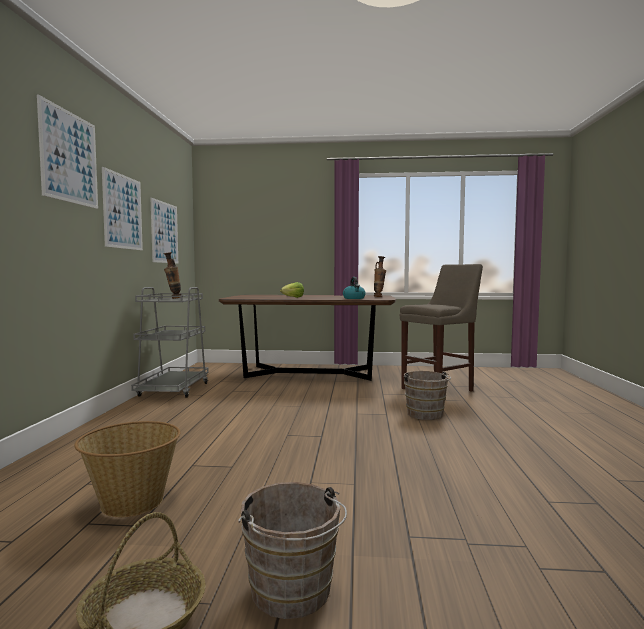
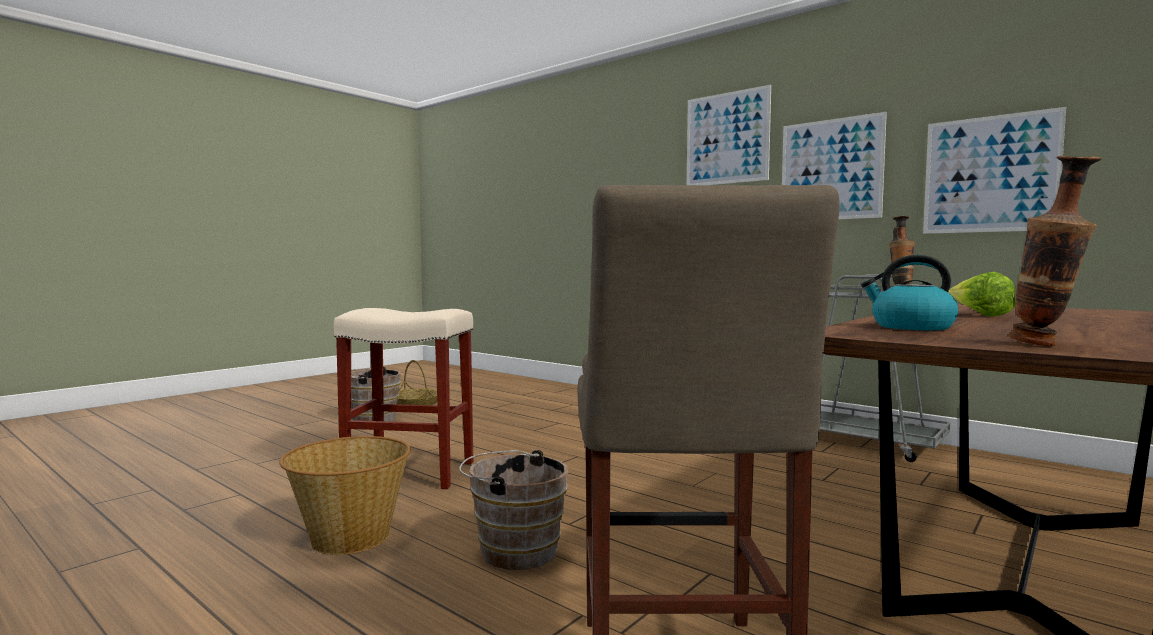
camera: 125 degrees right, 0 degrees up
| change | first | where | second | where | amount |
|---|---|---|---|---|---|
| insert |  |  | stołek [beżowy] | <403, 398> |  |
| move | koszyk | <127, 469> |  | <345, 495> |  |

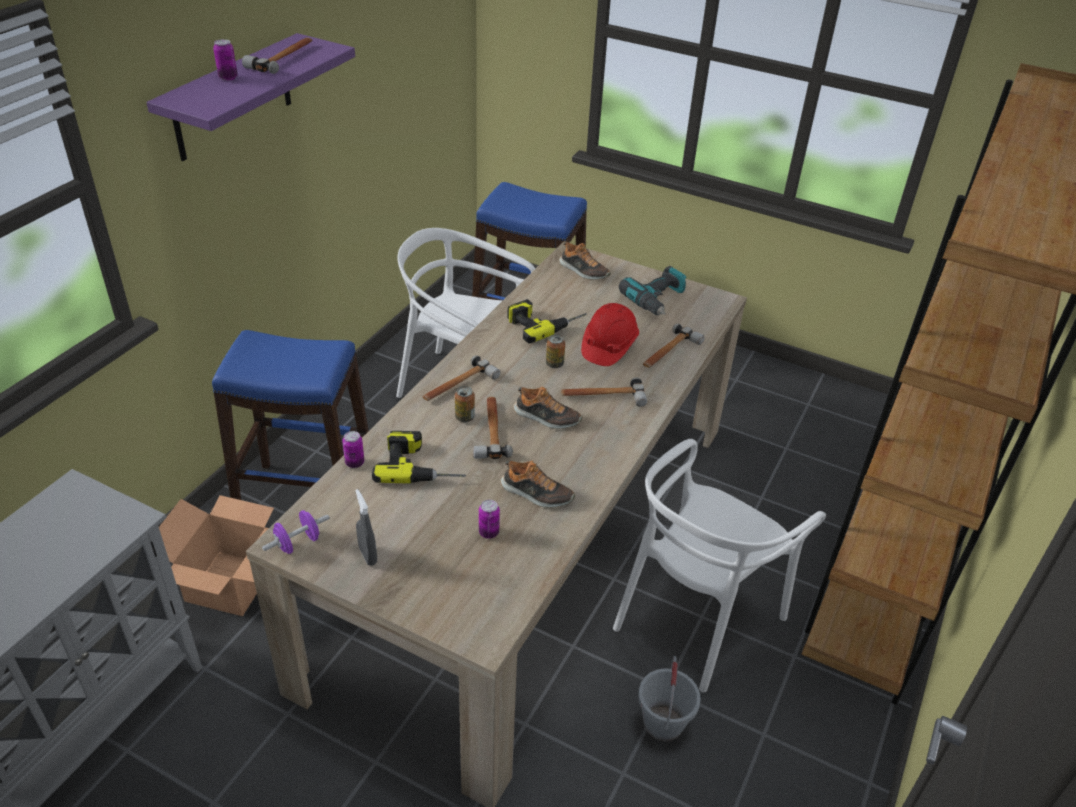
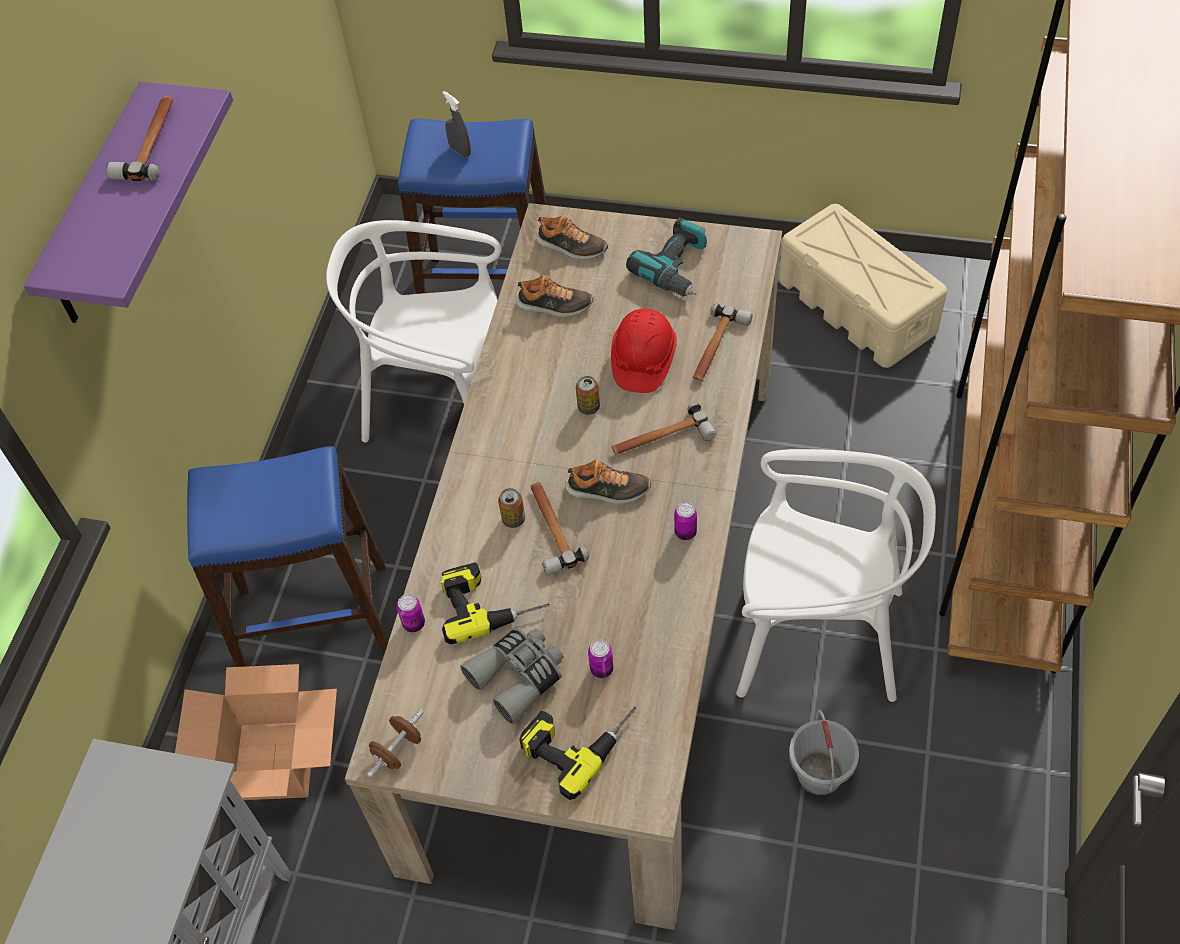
camera: 10 degrees left, 15 degrees up
| change | first | where | second | where | amount |
|---|---|---|---|---|---|
| delete | młotek | <461, 378> |  |  |  |
| insert |  |  | lornetka [szary] | <512, 676> |  |
| insert |  |  | pojemnik do przechowywania [beżowy] | <863, 286> |  |
| move | puszka | <225, 60> |  | <685, 521> |  |
| move | spryskiwacz [szary] | <366, 527> |  | <456, 124> |  |
| move | but | <538, 484> |  | <555, 296> |  |
| move | wiertarka | <547, 321> |  | <577, 753> |  |
| recolor | hantel [fioletowy] | <296, 532> | hantel [brązowy] | <395, 743> |  |
| rotate | krzesło [biały] | <719, 566> |  | <836, 575> | 105 degrees counterclockwise |

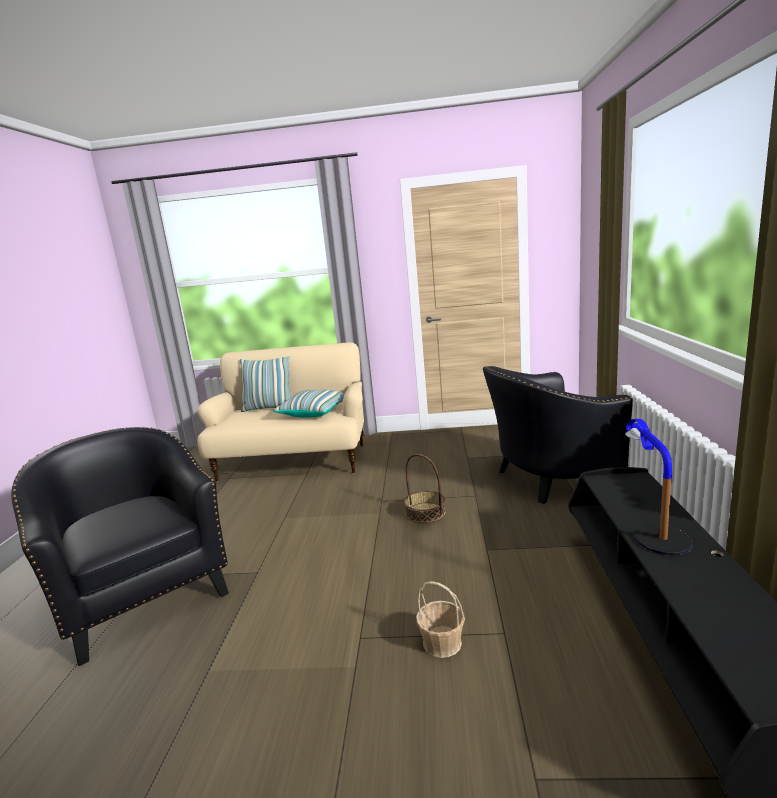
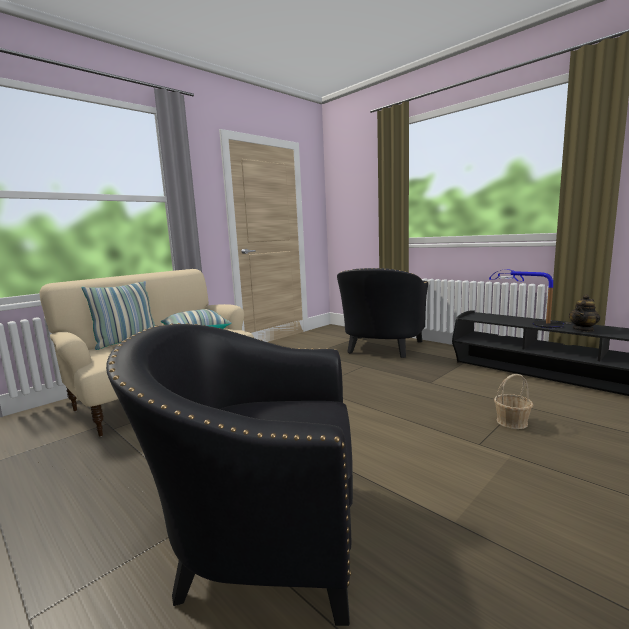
camera: 50 degrees left, 5 degrees down
| change | first | where | second | where | amount |
|---|---|---|---|---|---|
| delete | koszyk | <425, 488> |  |  |  |
| insert |  |  | imbryk | <584, 313> |  |

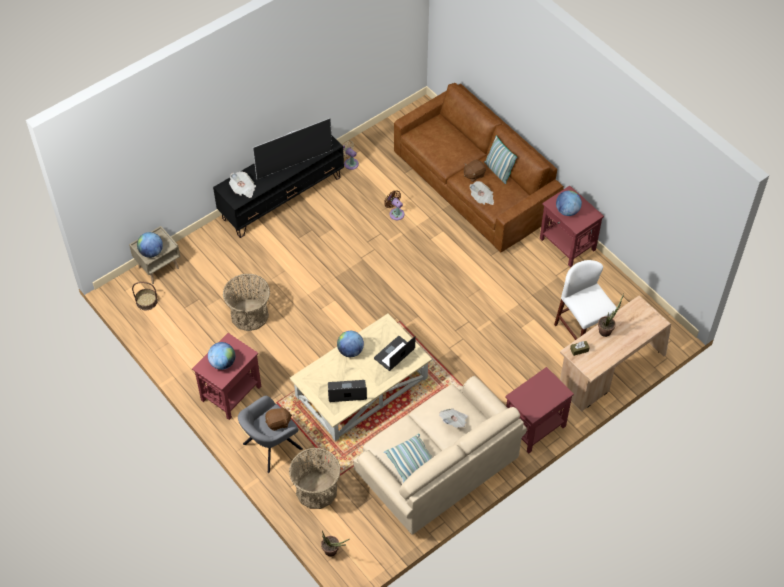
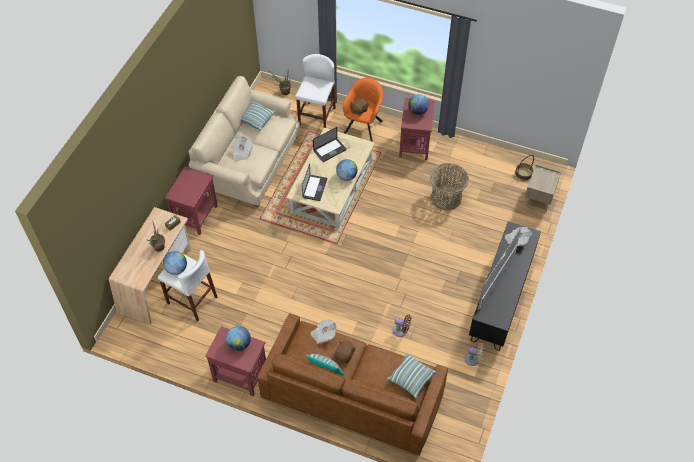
camera: 150 degrees right, 0 degrees up
| change | first | where | second | where | amount |
|---|---|---|---|---|---|
| insert |  |  | poduszka | <412, 376> |  |
| move | globus | <150, 245> |  | <175, 263> |  |
| replace | koszyk | <315, 478> | stołek [biały] | <315, 91> |  |
| recolor | fotel [szary] | <270, 434> | fotel [pomarańczowy] | <363, 110> |  |

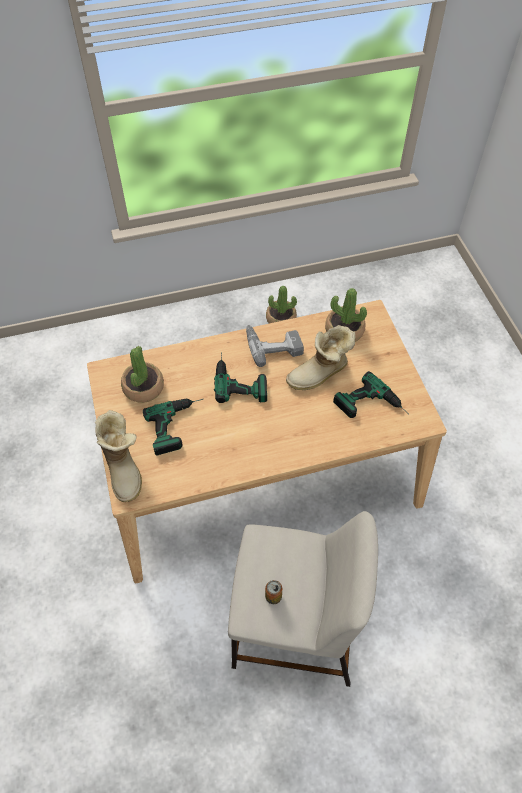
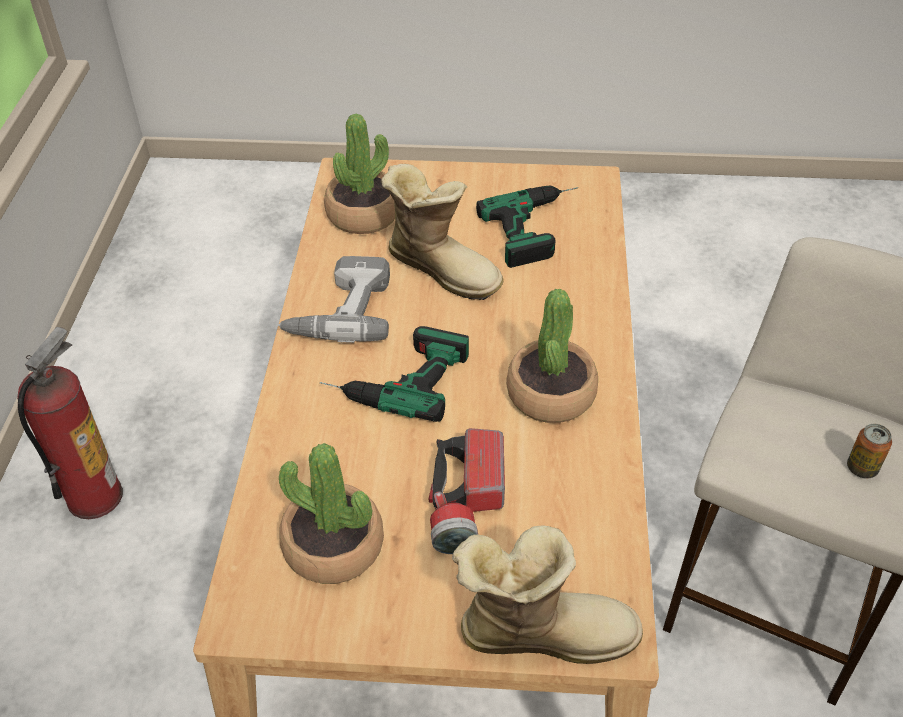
camera: 70 degrees left, 10 degrees down
| change | first | where | second | where | amount |
|---|---|---|---|---|---|
| insert |  |  | gaśnica | <70, 423> |  |
| move | roślina doniczkowa | <281, 305> |  | <552, 356> |  |
| replace | wiertarka | <173, 427> | latarka | <467, 491> |  |
| rotate | but z cholewką | <321, 357> |  | <442, 232> | 45 degrees counterclockwise |

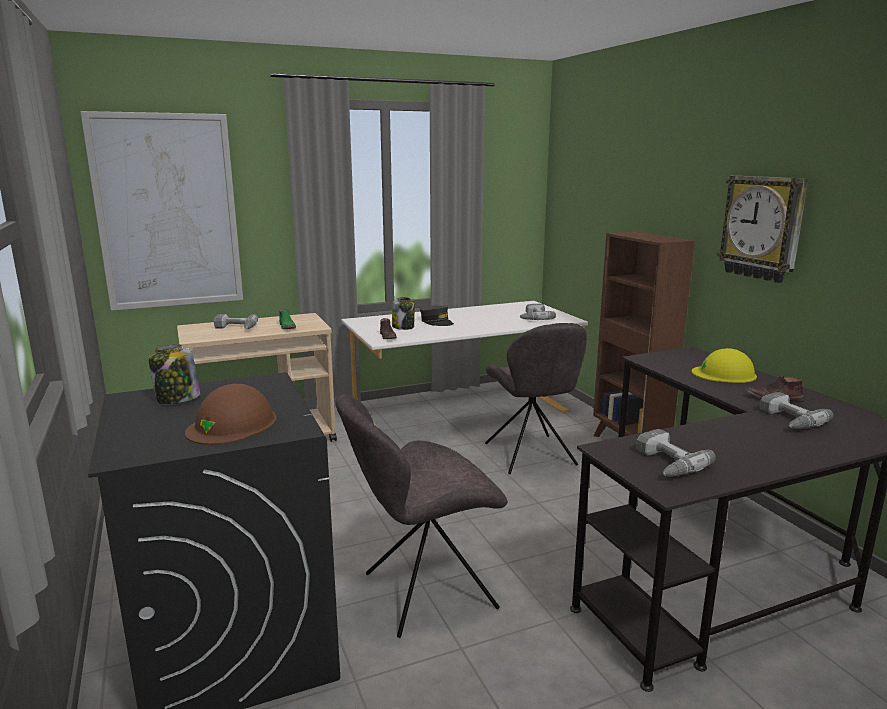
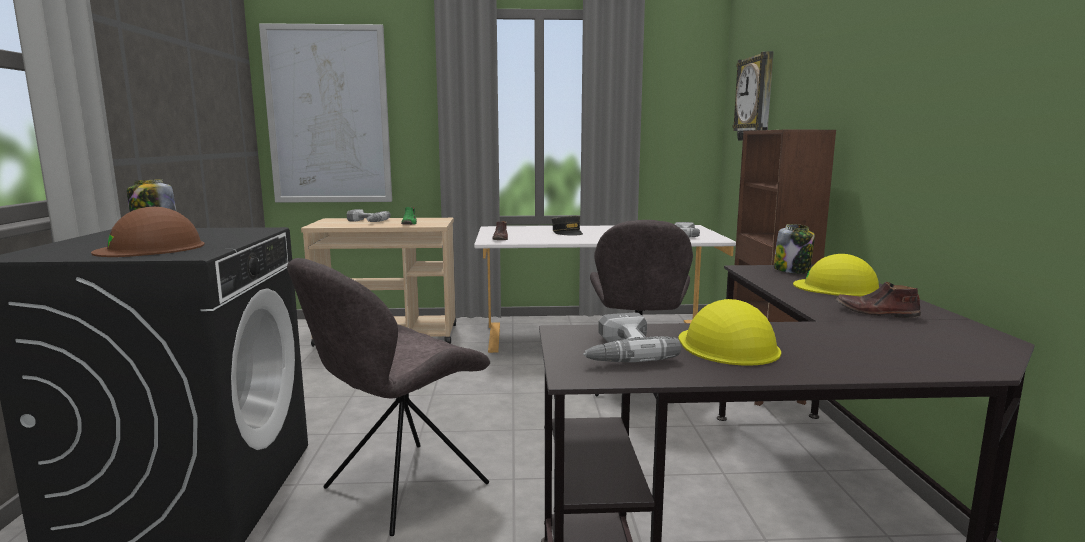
camera: 20 degrees right, 5 degrees down
| change | first | where | second | where | amount |
|---|---|---|---|---|---|
| delete | wiertarka | <796, 410> |  |  |  |
| insert |  |  | kask [żółty] | <729, 332> |  |
| move | słoik | <403, 313> |  | <794, 249> |  |
| move | zegar ścienny | <762, 229> |  | <753, 96> |  |
| rotate | krzesło [szary] | <421, 516> |  | <388, 397> | 45 degrees counterclockwise |

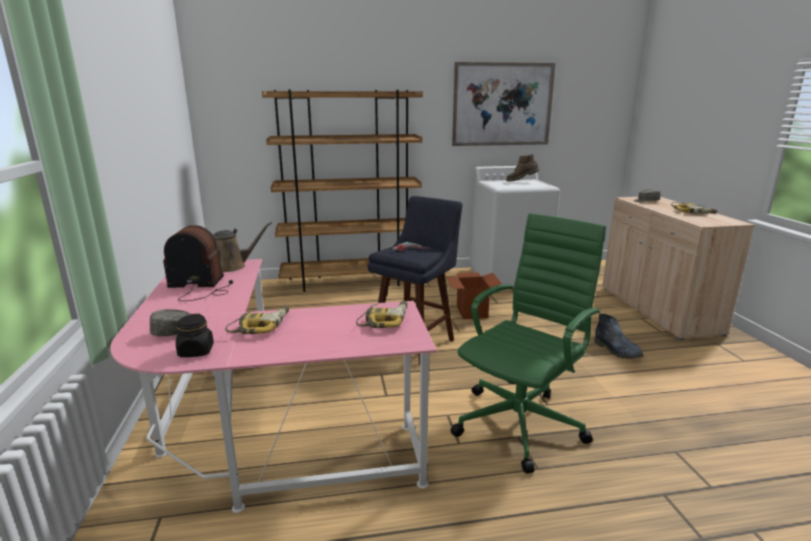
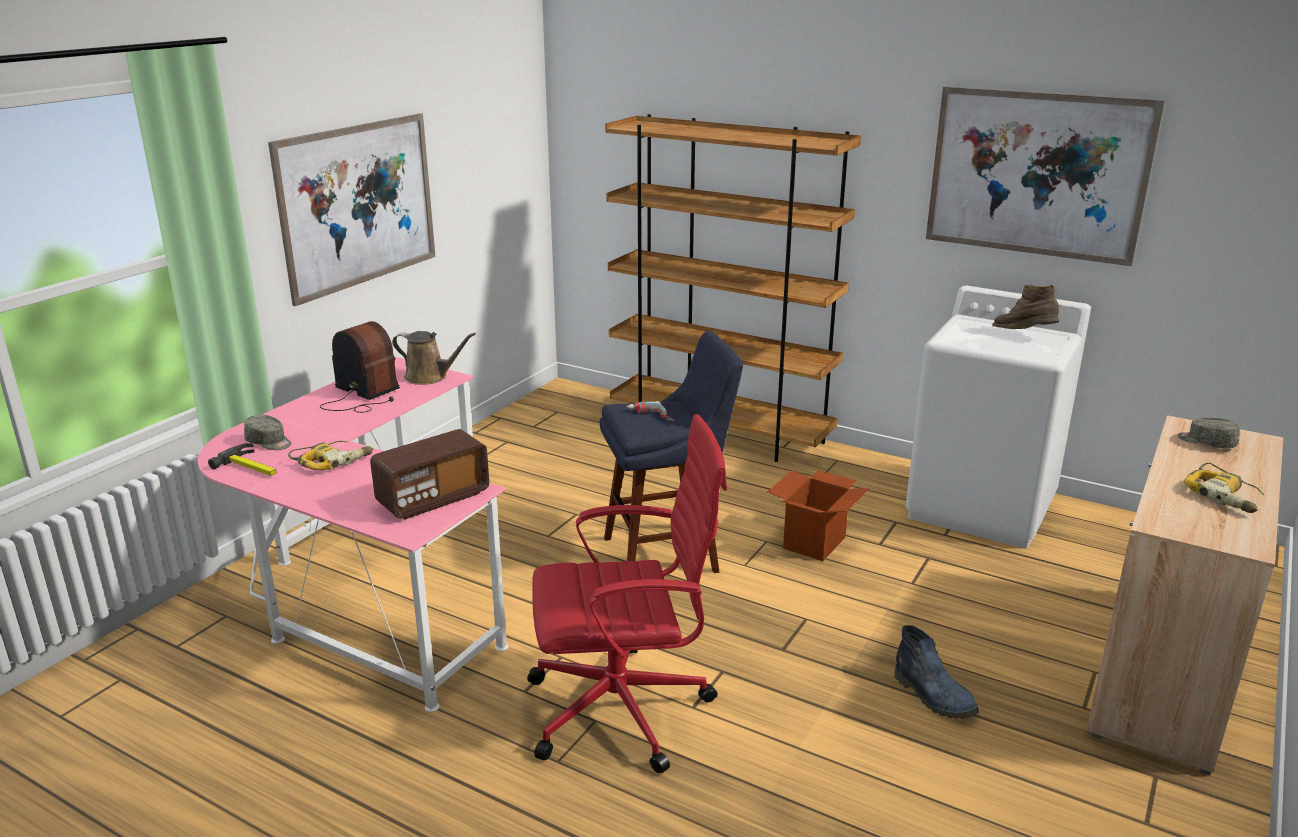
camera: 40 degrees right, 5 degrees up
| change | first | where | second | where | amount |
|---|---|---|---|---|---|
| insert |  |  | obraz | <351, 209> |  |
| replace | słoik [czarny] | <195, 335> | młotek | <242, 459> |  |
| replace | wiertarka | <382, 314> | radio | <429, 474> |  |
| recolor | krzesło biurowe [zielony] | <528, 343> | krzesło biurowe [czerwony] | <627, 593> |  |
| rotate | but z cholewką | <618, 336> |  | <936, 672> | 45 degrees counterclockwise |

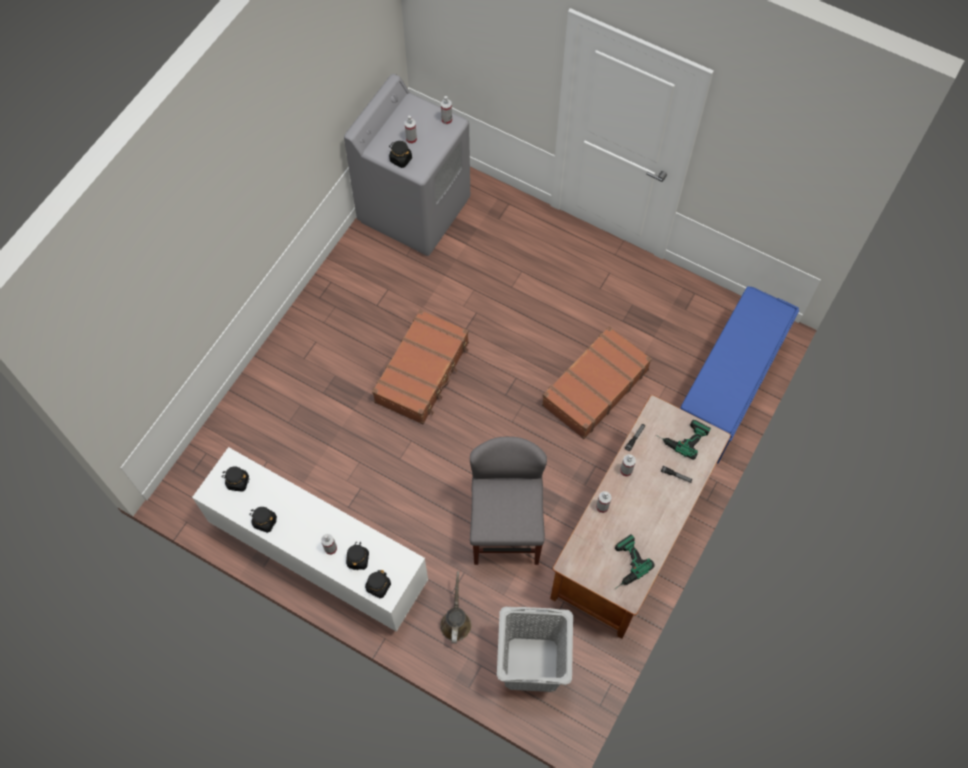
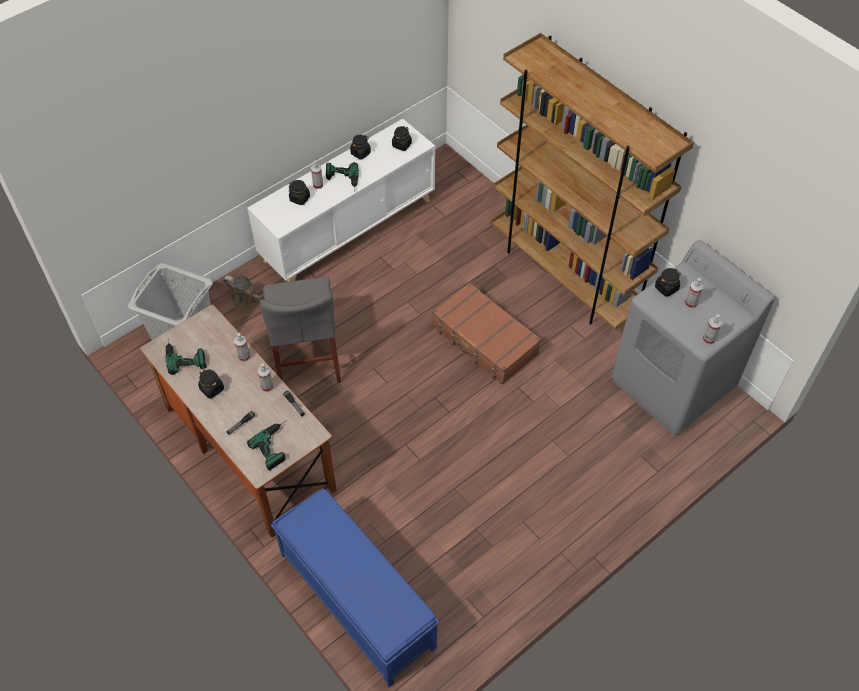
camera: 110 degrees right, 10 degrees down
| change | first | where | second | where | amount |
|---|---|---|---|---|---|
| delete | walizka [brązowy] | <597, 382> |  |  |  |
| insert |  |  | wiertarka | <342, 176> |  |
| insert |  |  | regał [brązowy] | <592, 181> |  |
| move | słoik [czarny] | <378, 584> |  | <211, 383> |  |
| rotate | krzesło [szary] | <508, 500> |  | <300, 330> | 60 degrees clockwise |

